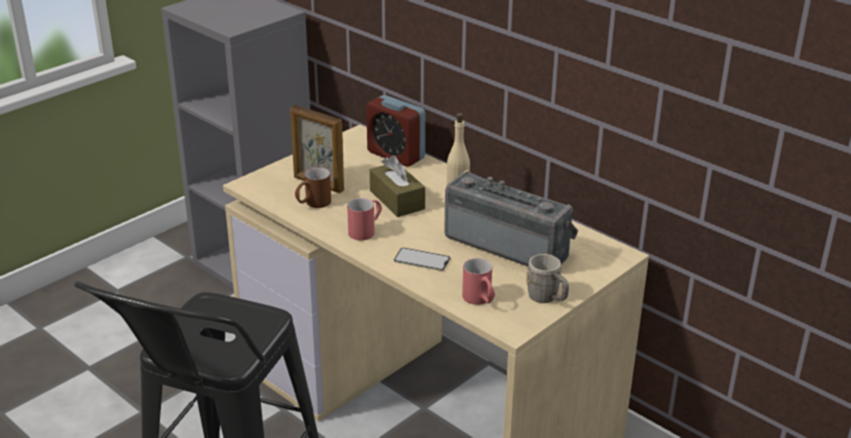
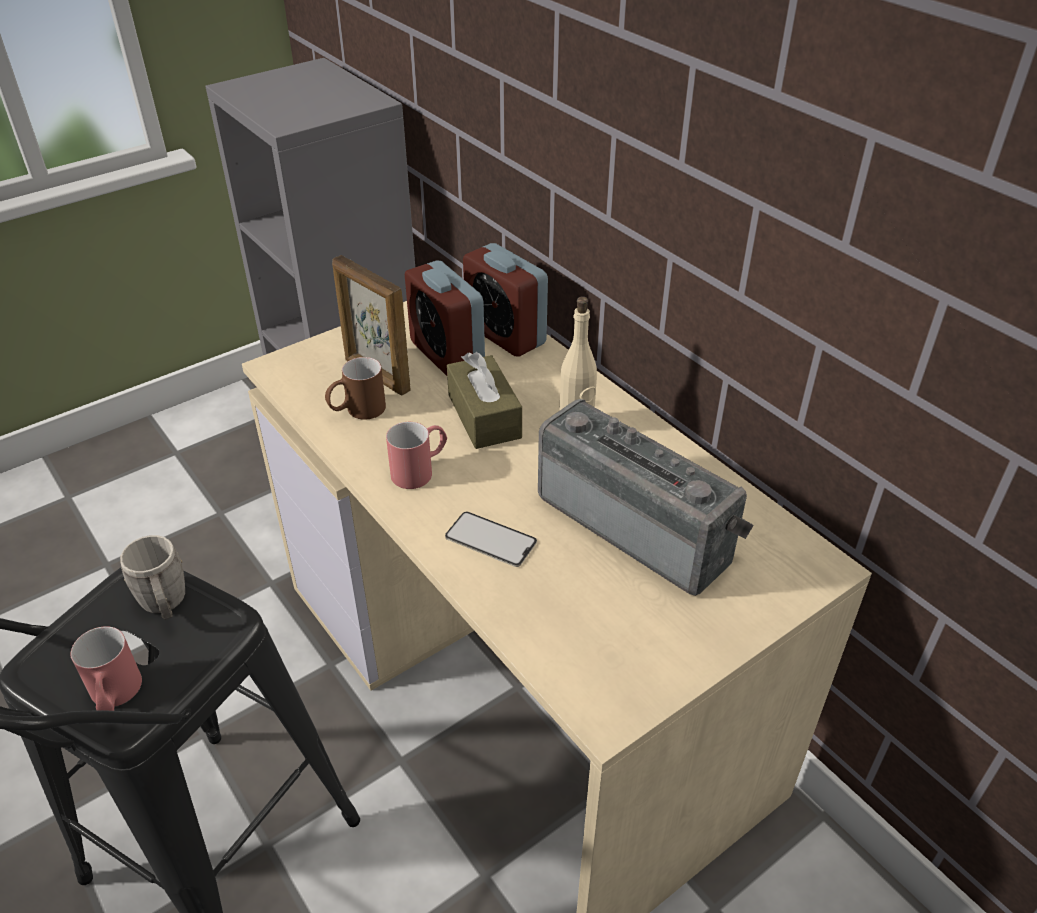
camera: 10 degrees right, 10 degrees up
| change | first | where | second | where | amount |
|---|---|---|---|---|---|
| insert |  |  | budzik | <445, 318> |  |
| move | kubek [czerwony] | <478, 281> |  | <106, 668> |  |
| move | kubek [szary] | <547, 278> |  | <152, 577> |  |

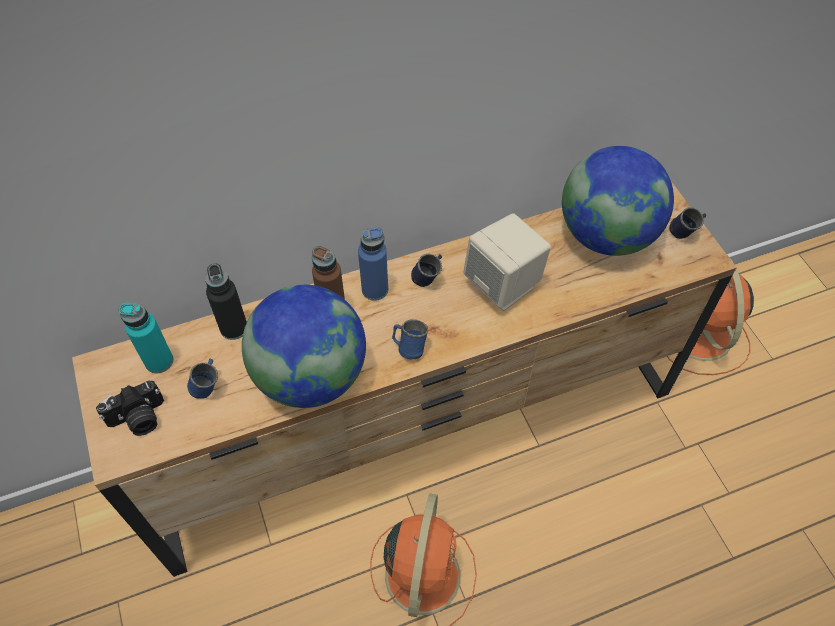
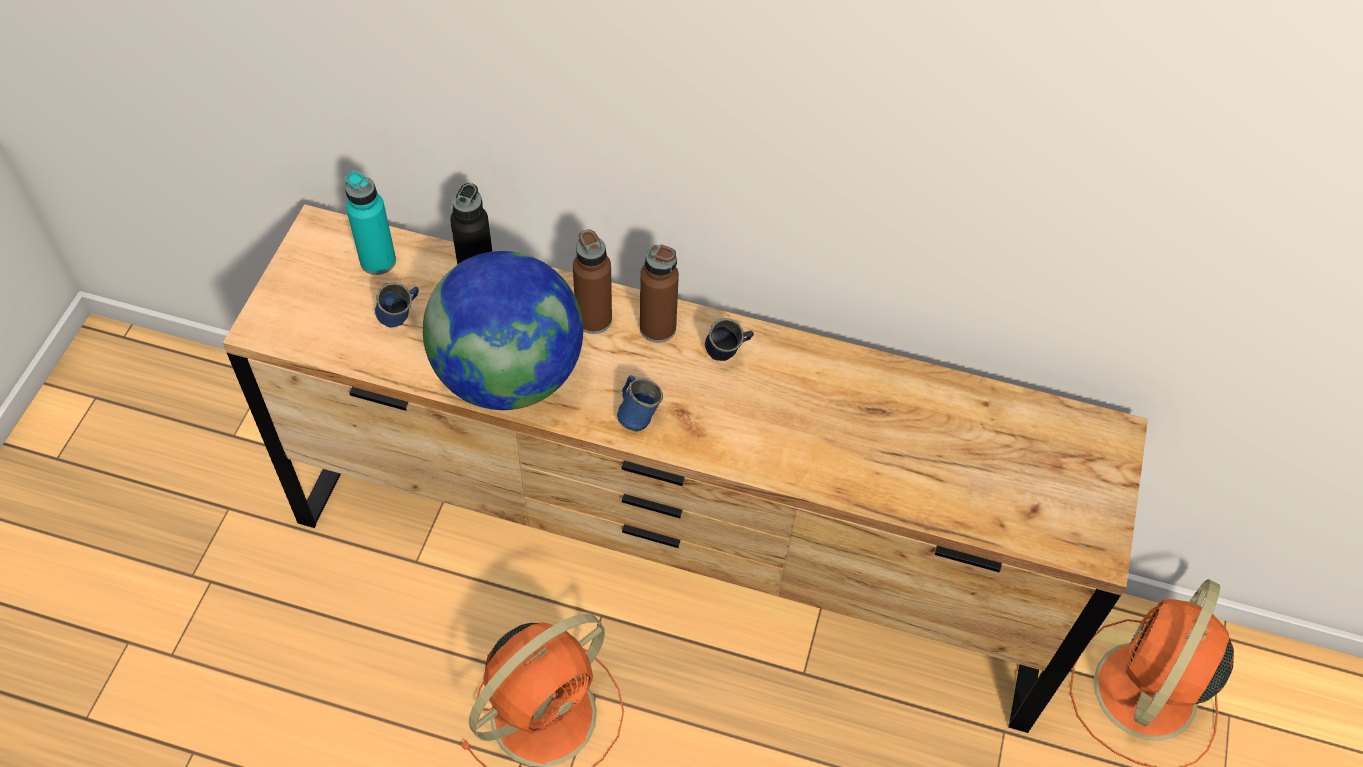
camera: 35 degrees right, 0 degrees up
| change | first | where | second | where | amount |
|---|---|---|---|---|---|
| delete | aparat fotograficzny | <130, 408> |  |  |  |
| delete | głośnik [beżowy] | <507, 262> |  |  |  |
| delete | globus | <618, 201> |  |  |  |
| delete | kubek [niebieski] | <687, 223> |  |  |  |
| recolor | butelka [niebieski] | <373, 264> | butelka [brązowy] | <659, 293> |  |

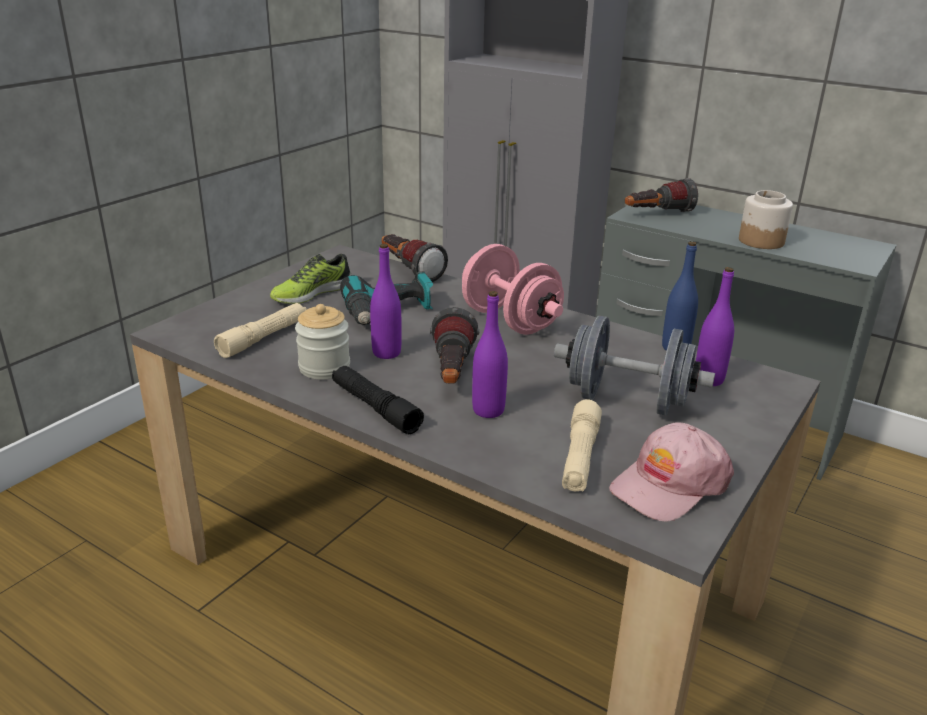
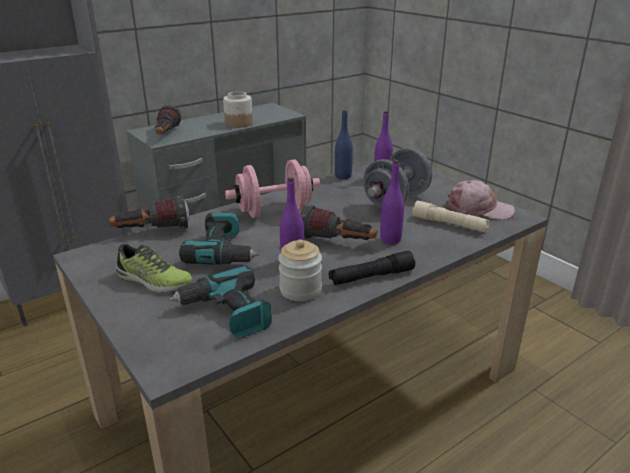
camera: 70 degrees left, 0 degrees up
| change | first | where | second | where | amount |
|---|---|---|---|---|---|
| replace | latarka [beżowy] | <260, 330> | wiertarka | <220, 302> |  |
| rotate | but | <310, 279> |  | <154, 268> | 45 degrees counterclockwise |
| rotate | czapka z daszkiem [różowy] | <671, 472> |  | <480, 200> | 60 degrees counterclockwise |

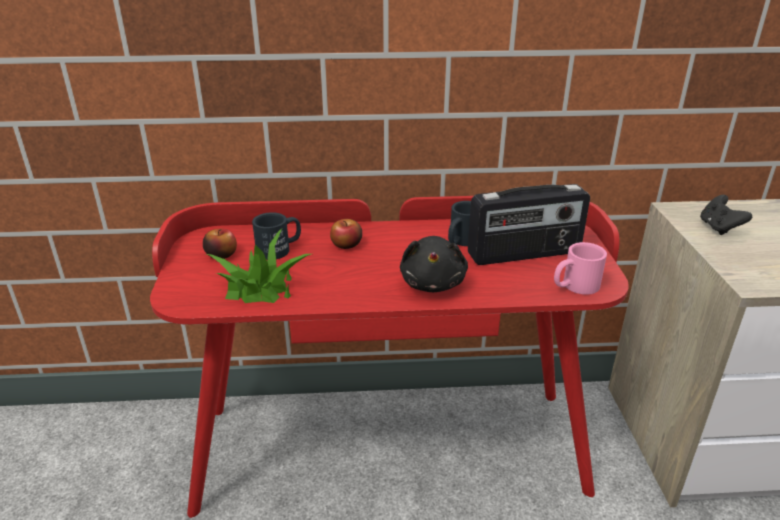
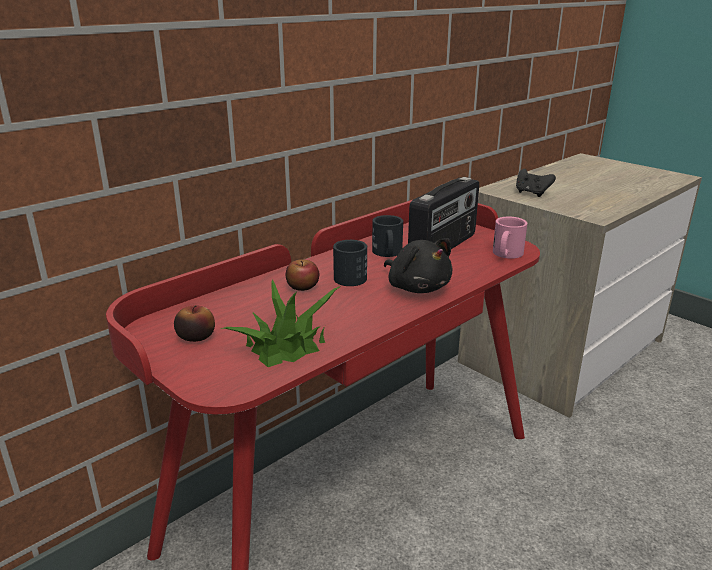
camera: 40 degrees left, 5 degrees down
| change | first | where | second | where | amount |
|---|---|---|---|---|---|
| move | kubek [czarny] | <276, 236> |  | <350, 263> |  |

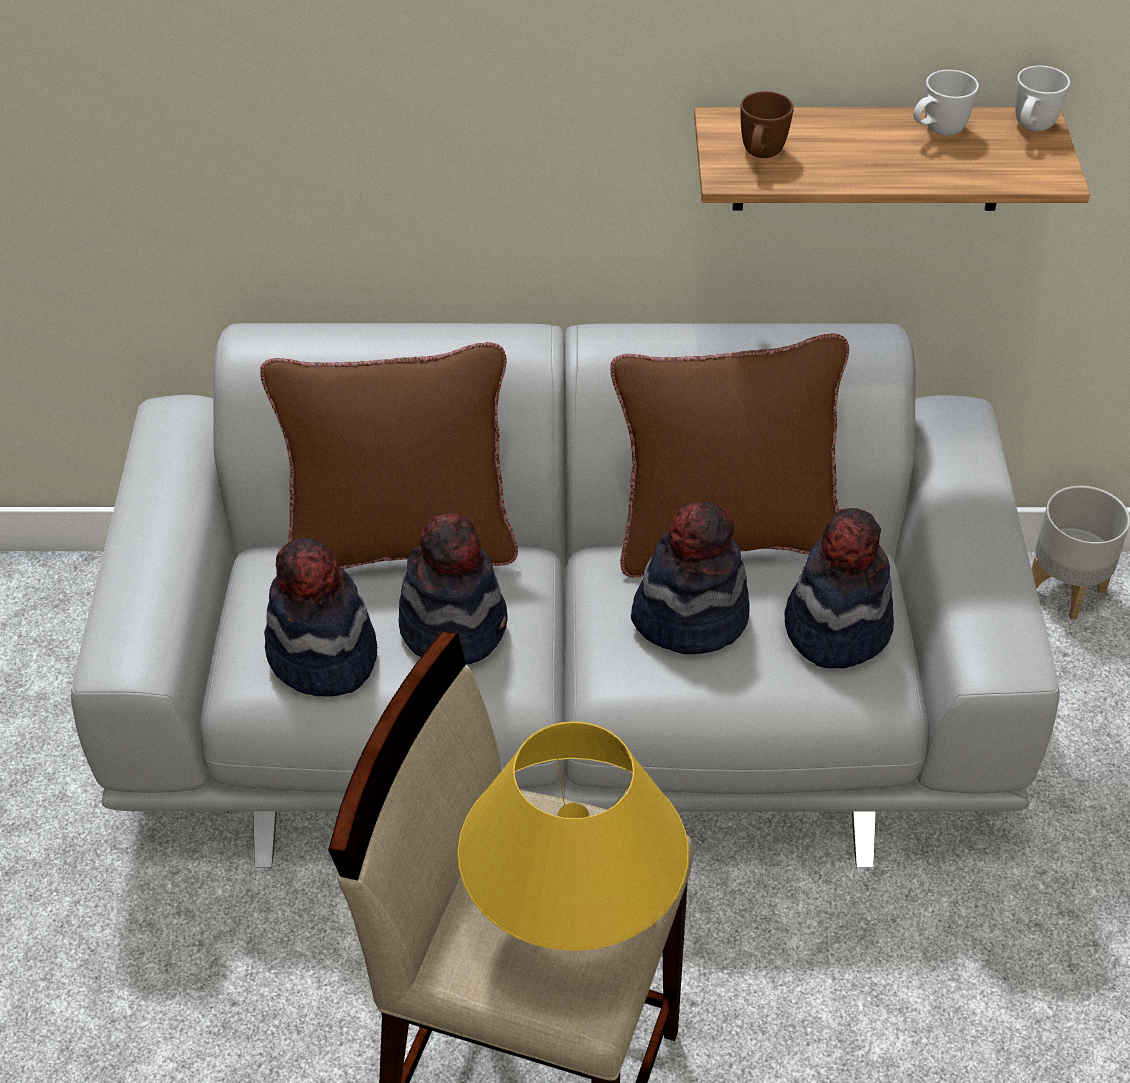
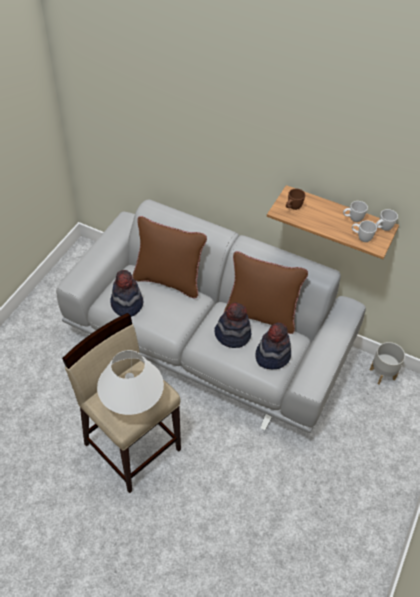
camera: 25 degrees right, 5 degrees up
| change | first | where | second | where | amount |
|---|---|---|---|---|---|
| delete | kapelusz | <453, 588> |  |  |  |
| insert |  |  | kubek [biały] | <364, 231> |  |
| recolor | lampa stołowa [żółty] | <573, 836> | lampa stołowa [biały] | <130, 382> |  |

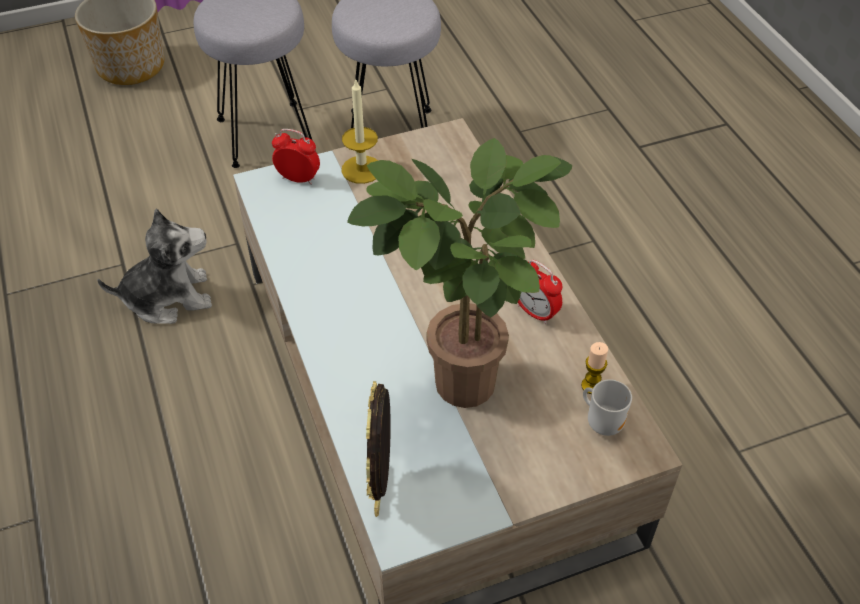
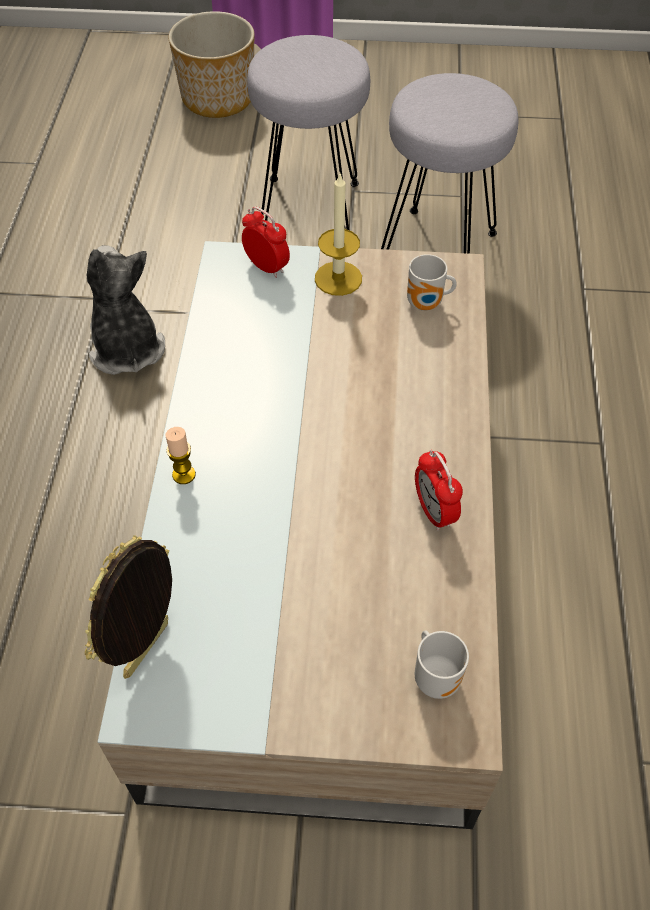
camera: 25 degrees right, 5 degrees up
| change | first | where | second | where | amount |
|---|---|---|---|---|---|
| delete | roślina doniczkowa | <459, 273> |  |  |  |
| insert |  |  | kubek | <432, 282> |  |
| move | świeca | <594, 368> |  | <180, 455> |  |
| rotate | pluszak | <154, 266> |  | <126, 310> | 120 degrees counterclockwise |

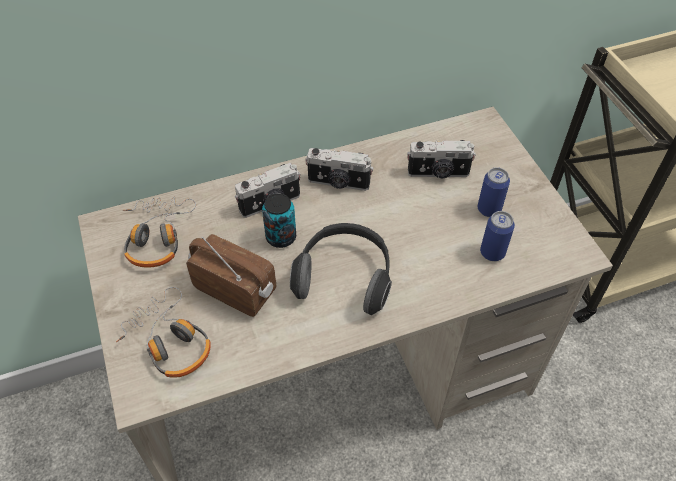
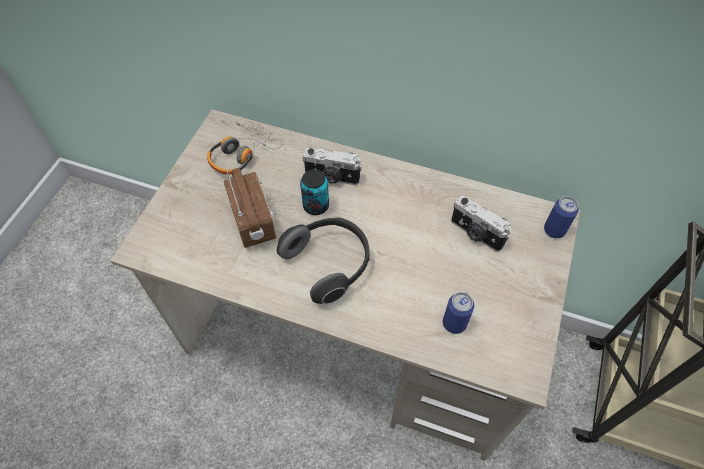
camera: 40 degrees right, 5 degrees up
| change | first | where | second | where | amount |
|---|---|---|---|---|---|
| delete | słuchawki | <163, 332> |  |  |  |
| delete | aparat fotograficzny | <339, 169> |  |  |  |
| move | puszka | <494, 192> |  | <561, 217> |  |

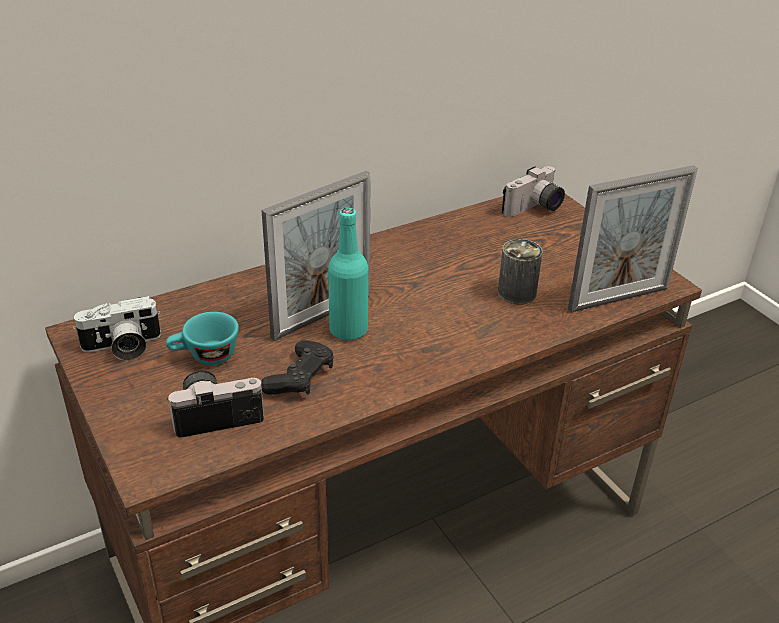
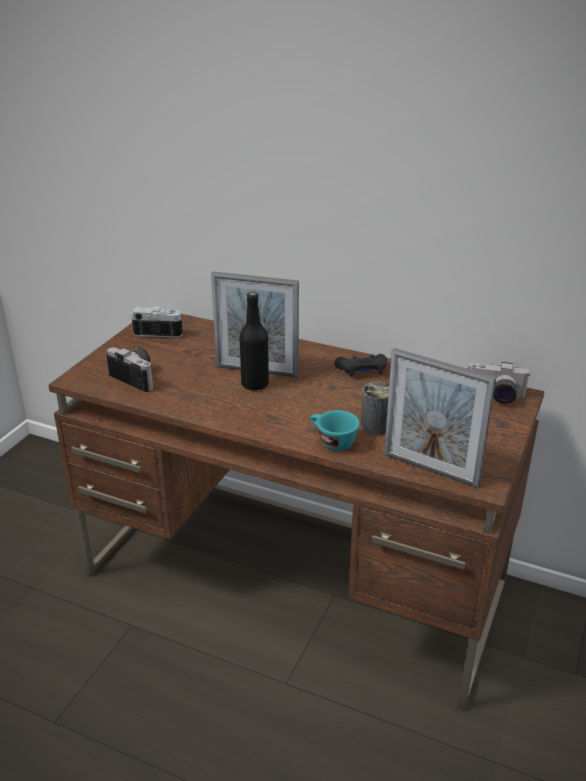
camera: 55 degrees right, 5 degrees down
| change | first | where | second | where | amount |
|---|---|---|---|---|---|
| move | filiżanka [turkusowy] | <202, 338> |  | <335, 430> |  |
| move | pad do gier [czarny] | <297, 367> |  | <360, 365> |  |
| recolor | butelka [turkusowy] | <348, 274> | butelka [czarny] | <254, 341> |  |
| rotate | aparat fotograficzny | <117, 328> |  | <157, 321> | 150 degrees clockwise |

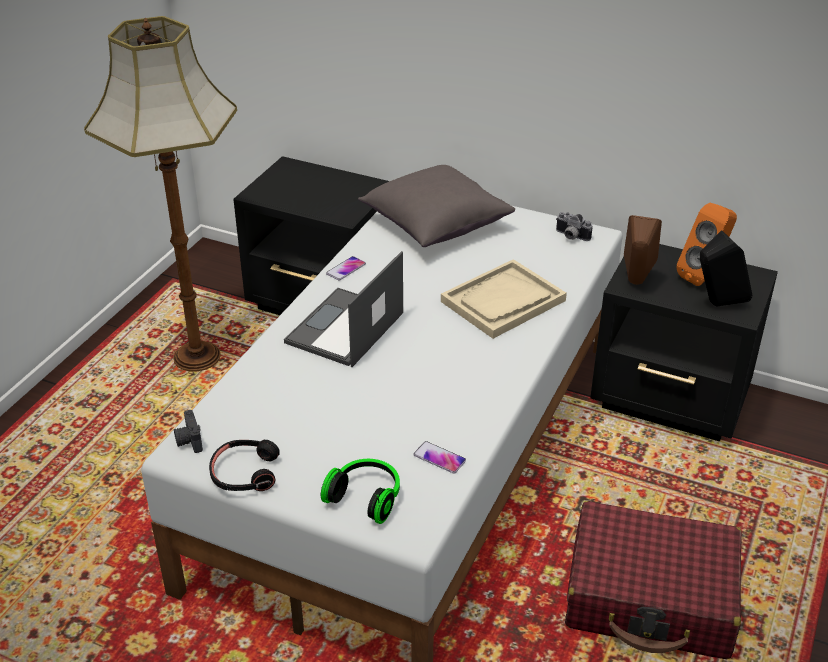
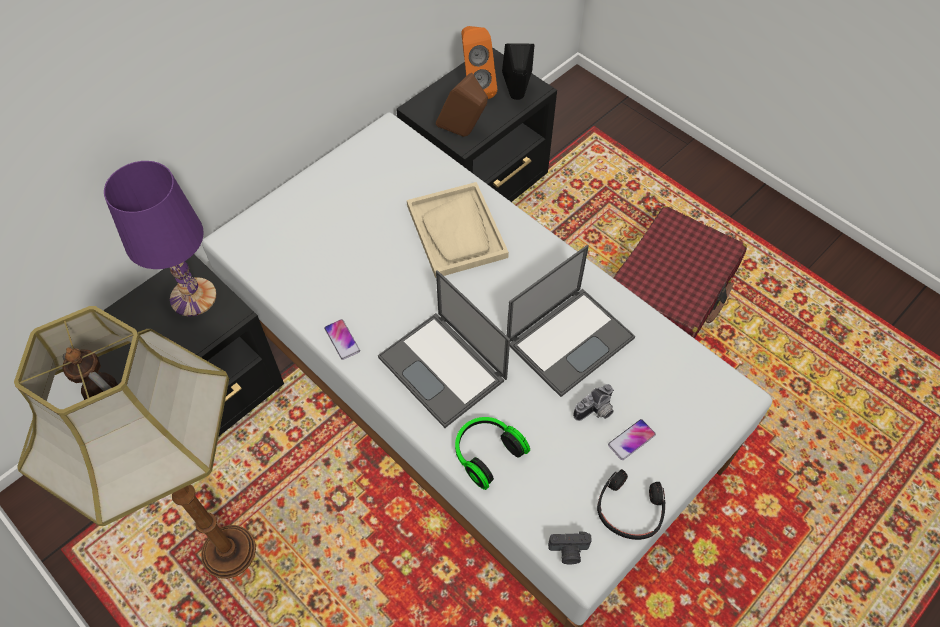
camera: 70 degrees left, 20 degrees up
| change | first | where | second | where | amount |
|---|---|---|---|---|---|
| delete | poduszka [szary] | <436, 206> |  |  |  |
| insert |  |  | lampa stołowa [fioletowy] | <160, 238> |  |
| insert |  |  | laptop | <571, 321> |  |
| move | słuchawki | <360, 491> |  | <492, 453> |  |
| move | telefon | <439, 457> |  | <632, 439> |  |
| move | aparat fotograficzny | <574, 226> |  | <593, 402> |  |

